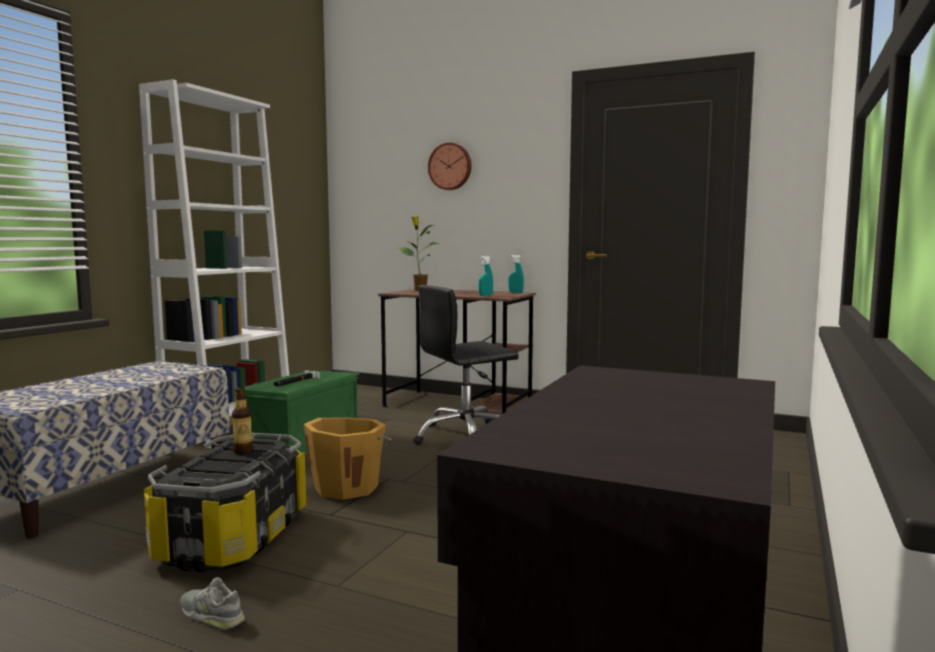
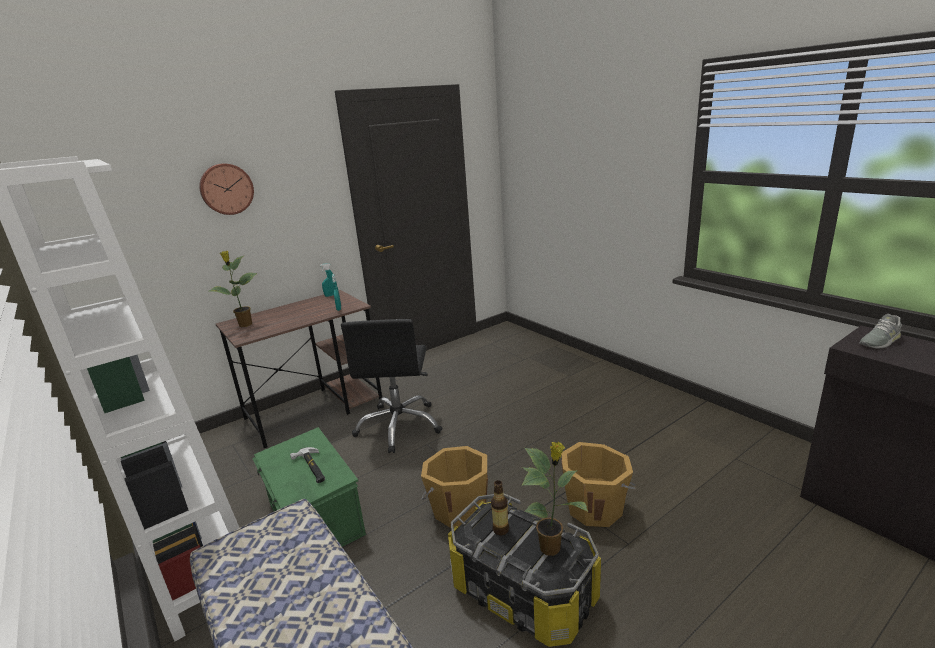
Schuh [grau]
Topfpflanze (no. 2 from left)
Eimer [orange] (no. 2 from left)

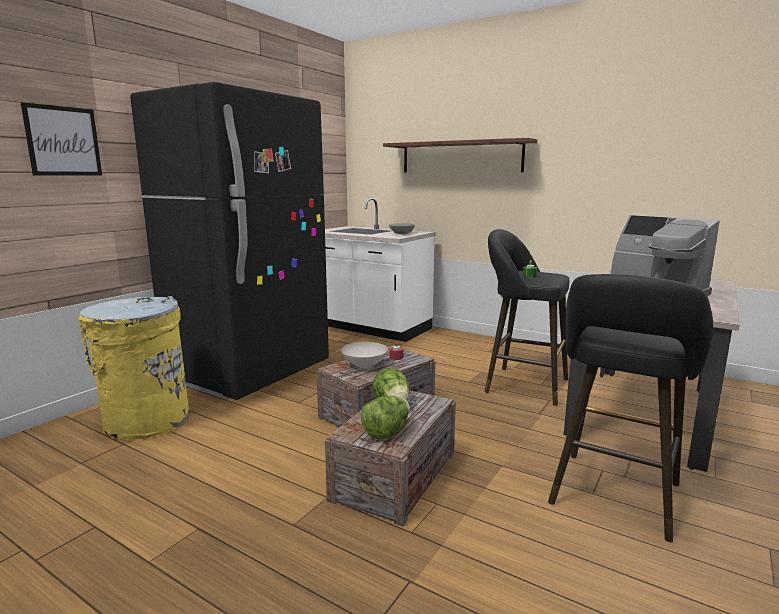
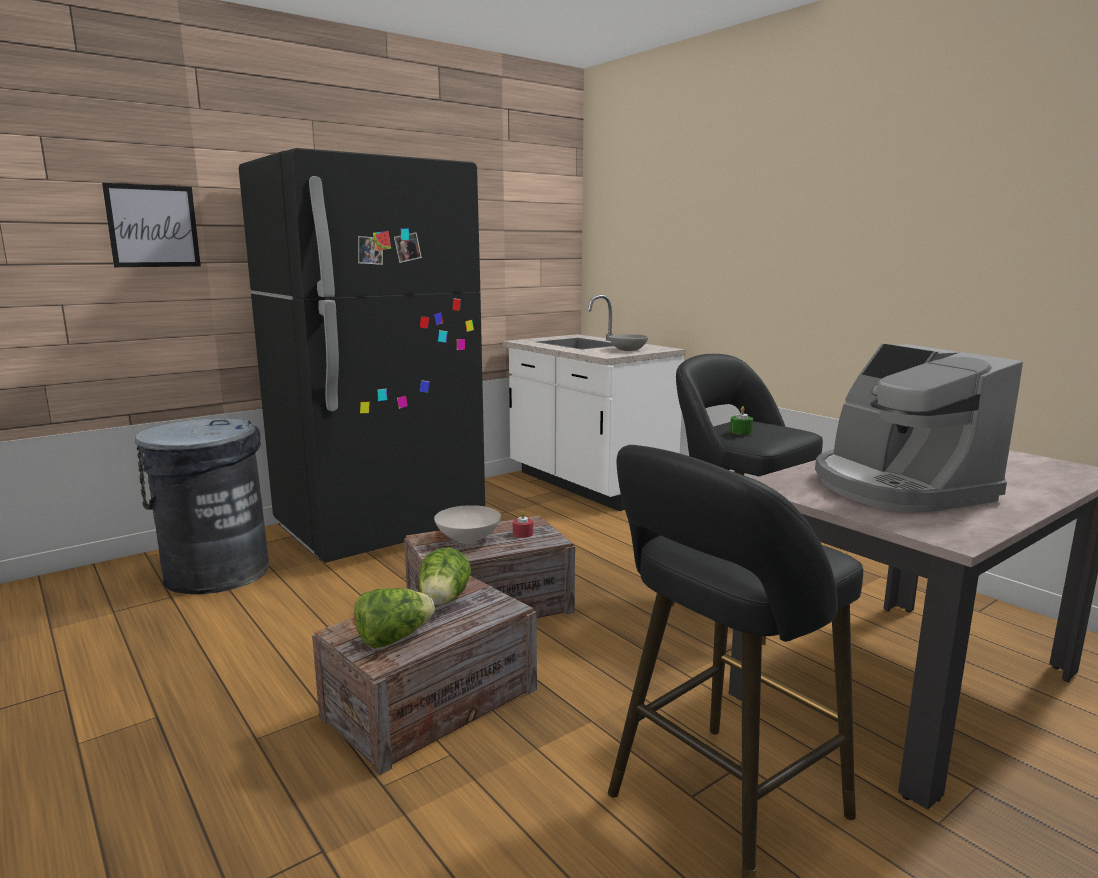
Mülleimer [grau]
Wandregal [braun]

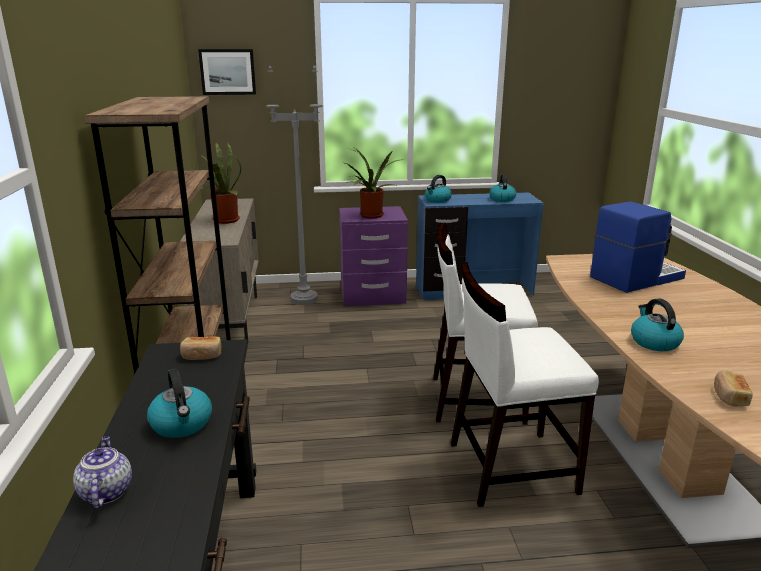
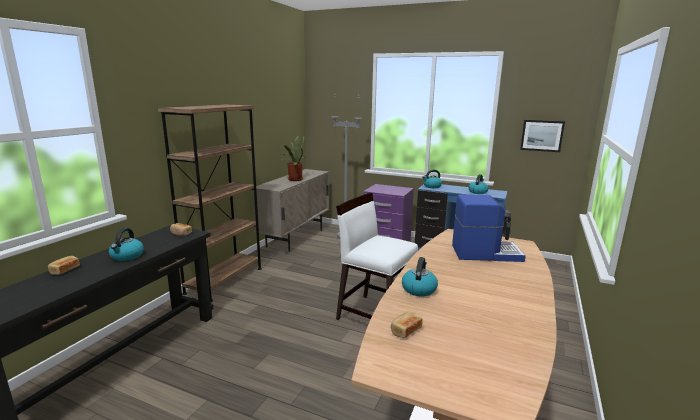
Brot (no. 1 from left)
Bild
Topfpflanze (no. 2 from left in the first image)
Stuhl [weiß] (no. 2 from left in the first image)

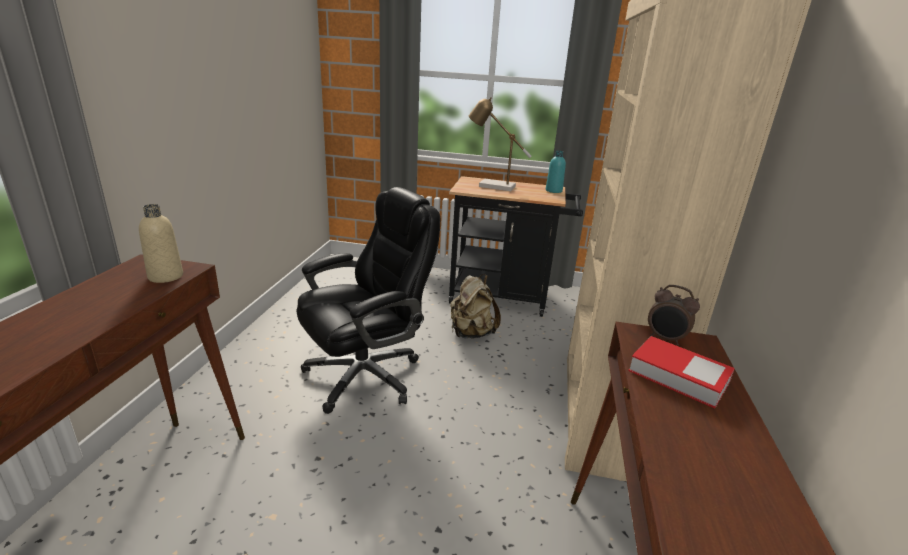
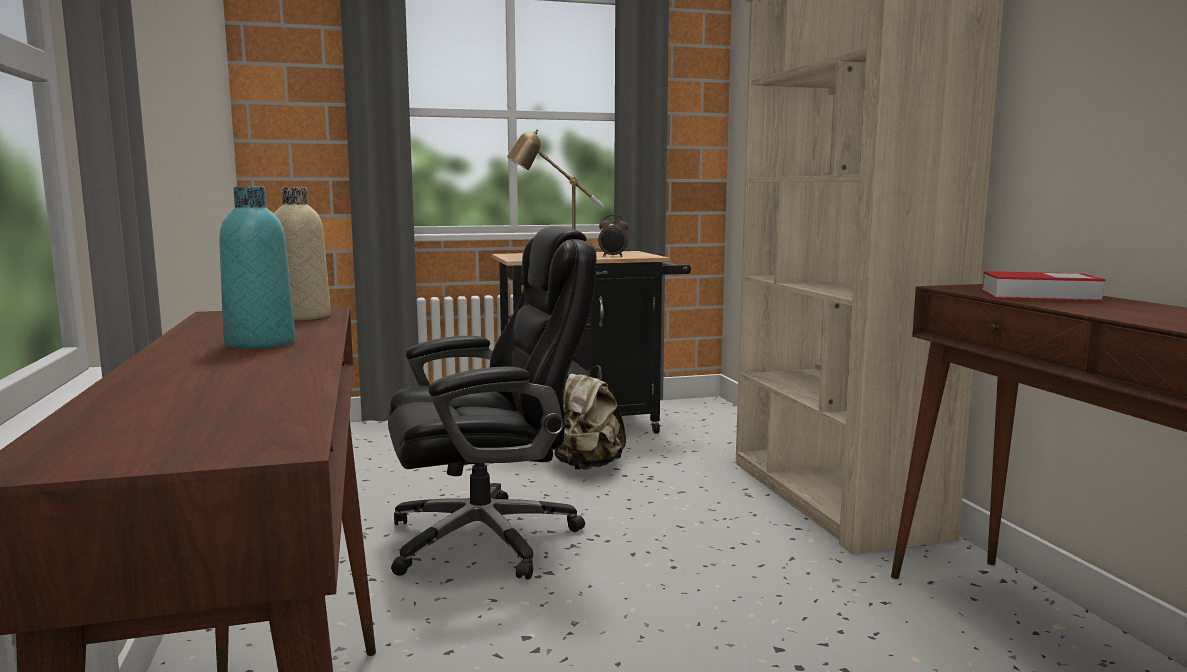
Bürostuhl [schwarz]
Flasche [türkis]
Wecker

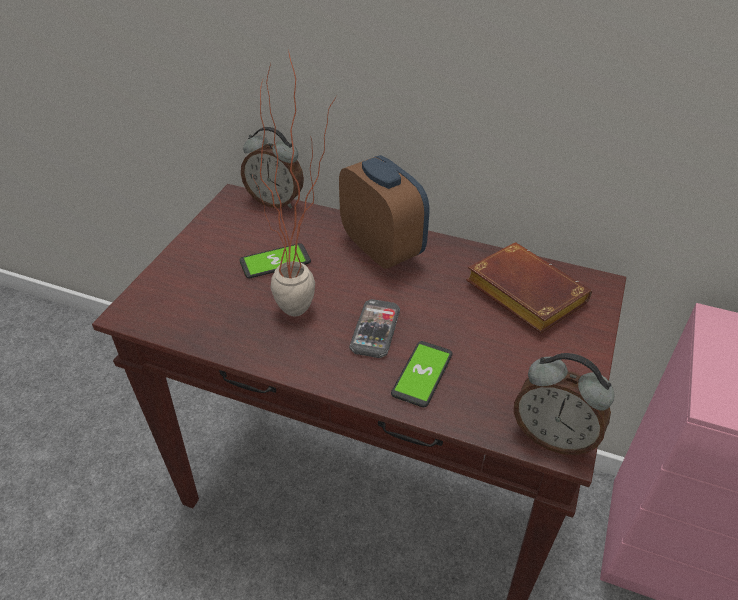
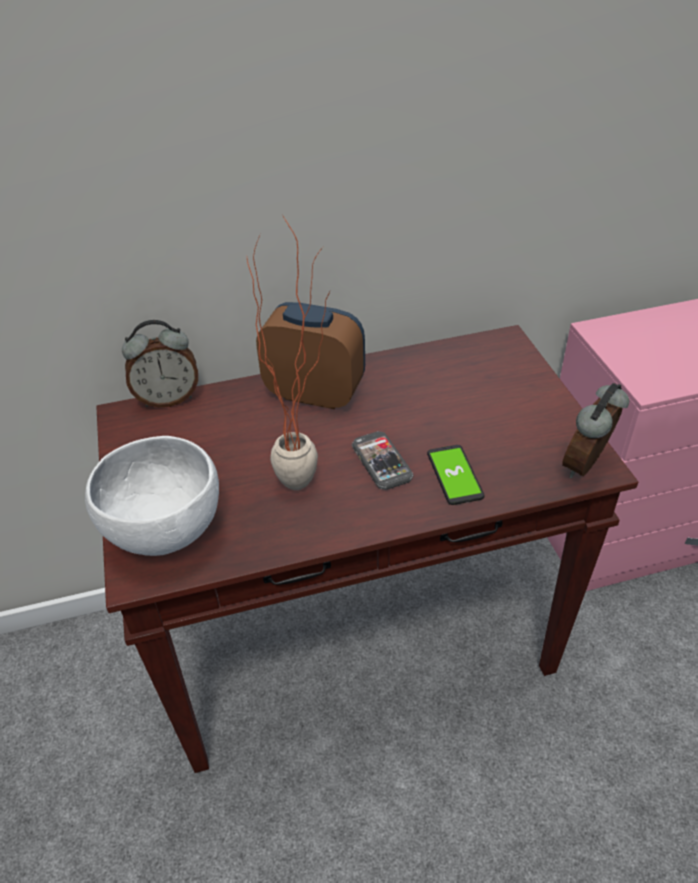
Handy (no. 1 from left in the first image)
Buch [braun]
Wecker (no. 3 from left)
Schüssel [weiß]

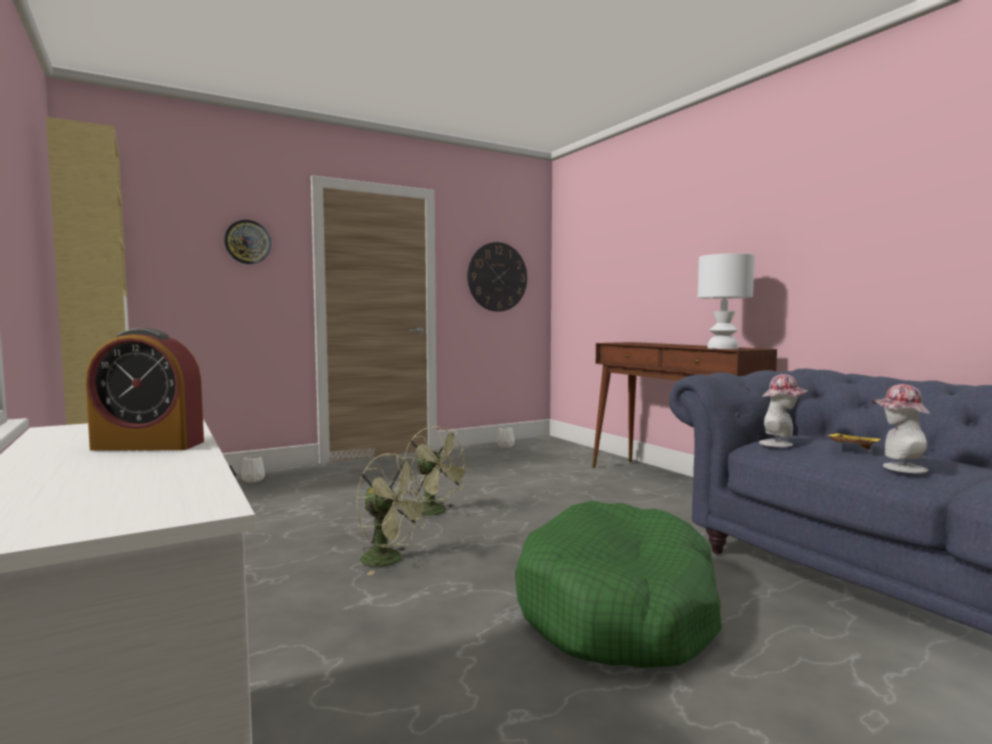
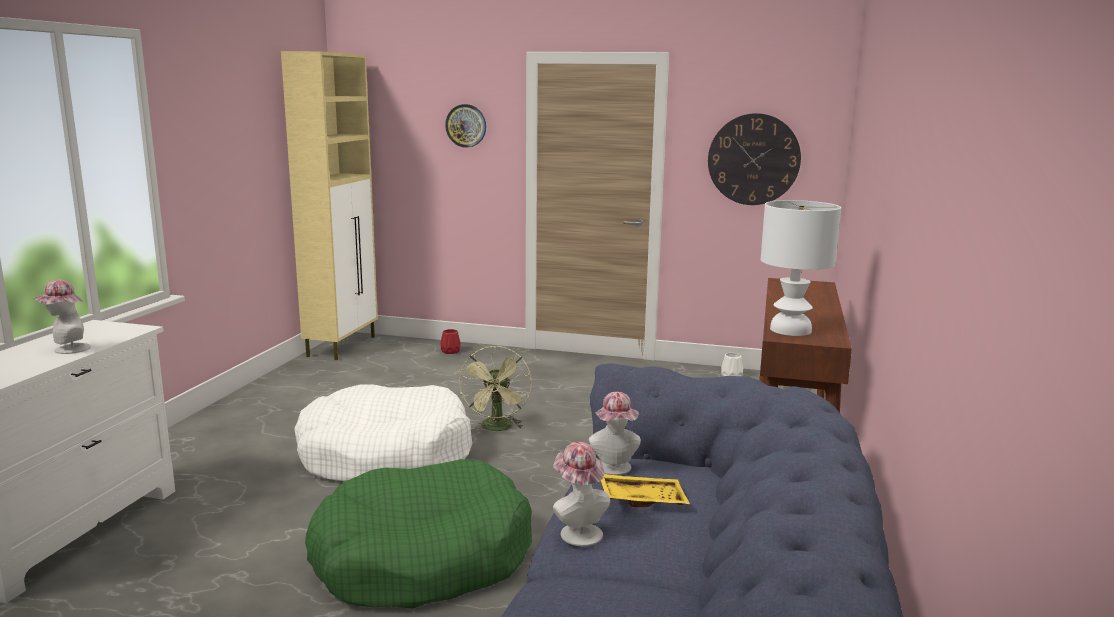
Hut (no. 1 from left)
Vase [rot]
Hundebett [weiß]

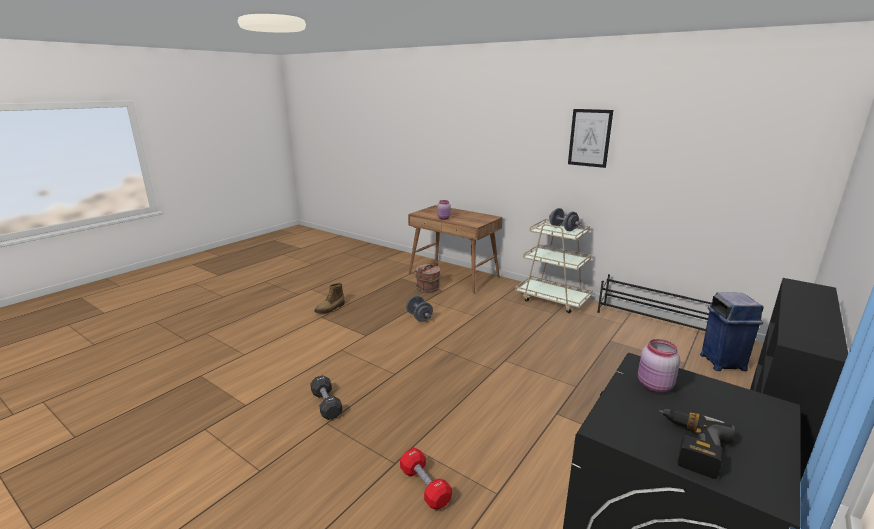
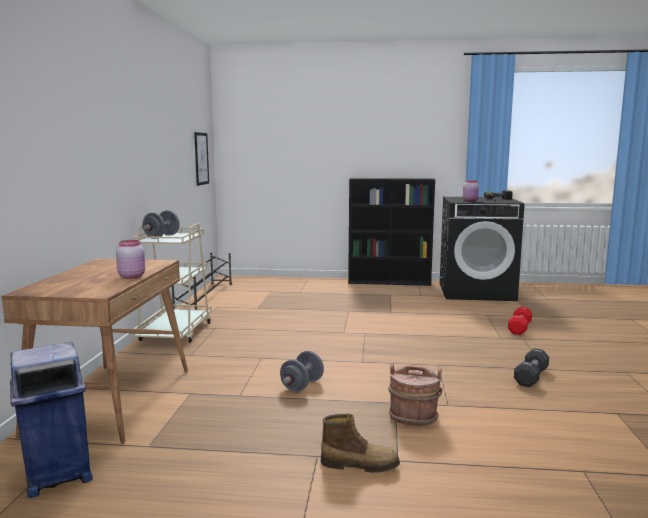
Eimer [braun]
Bild
Mülleimer [blau]

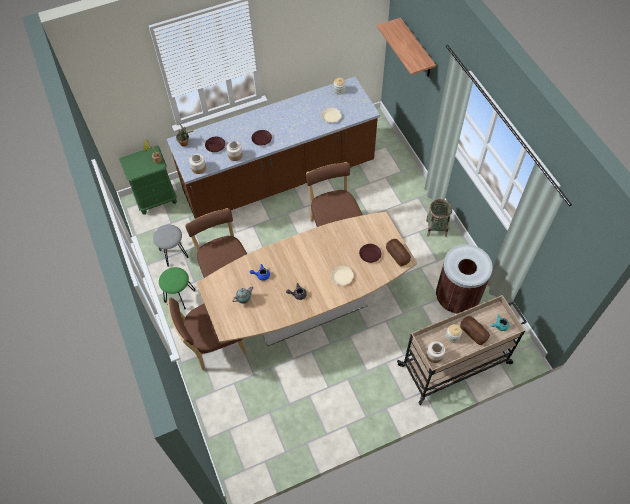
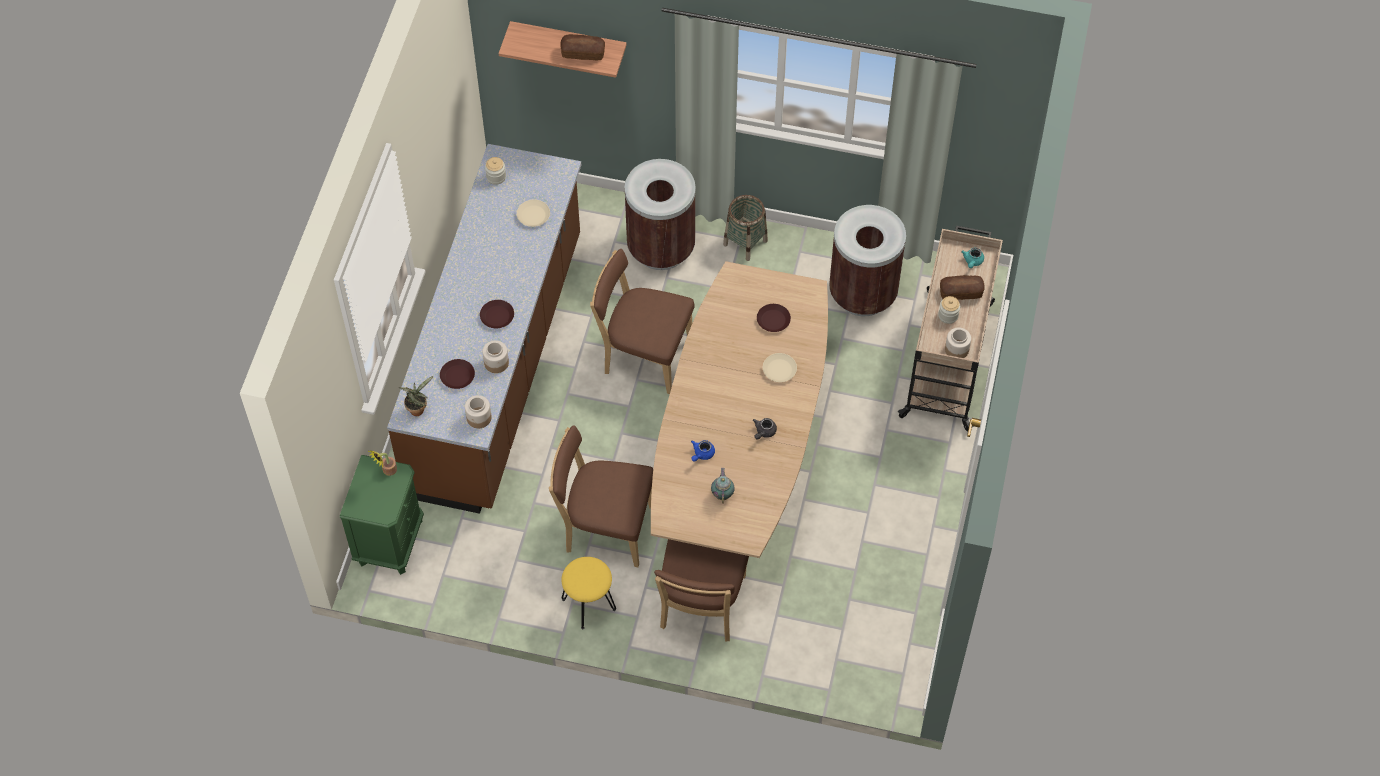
Hocker [grau]
Hocker [gelb]
Brot (no. 1 from left)
Mülleimer [braun] (no. 1 from left)

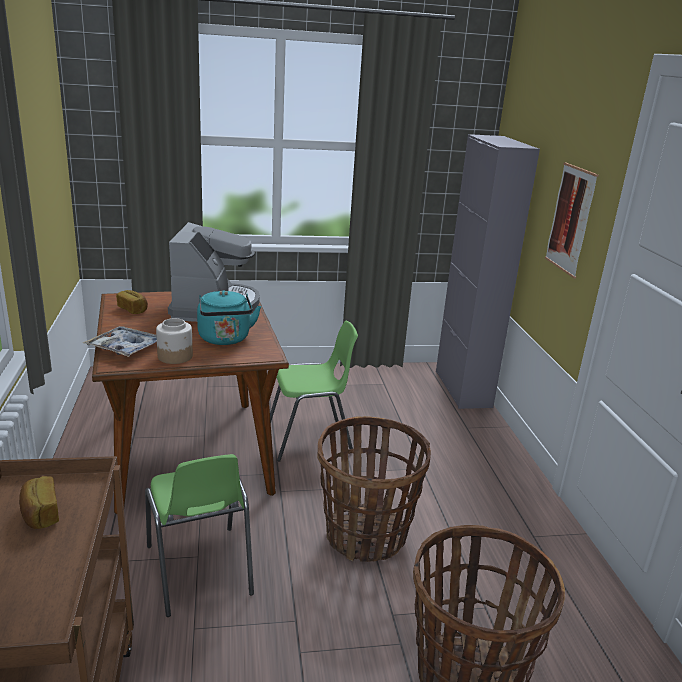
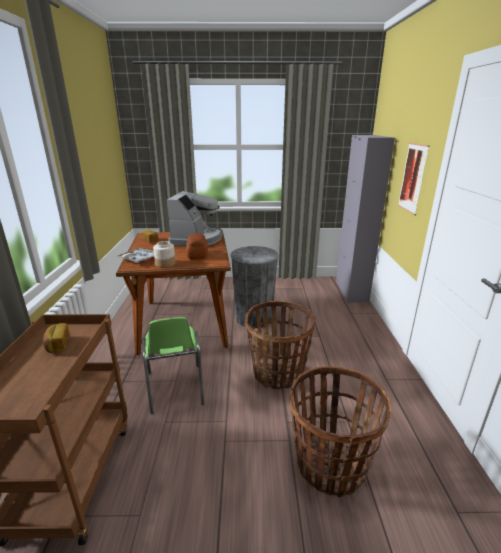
Brot (no. 3 from left)
Mülleimer [grau]

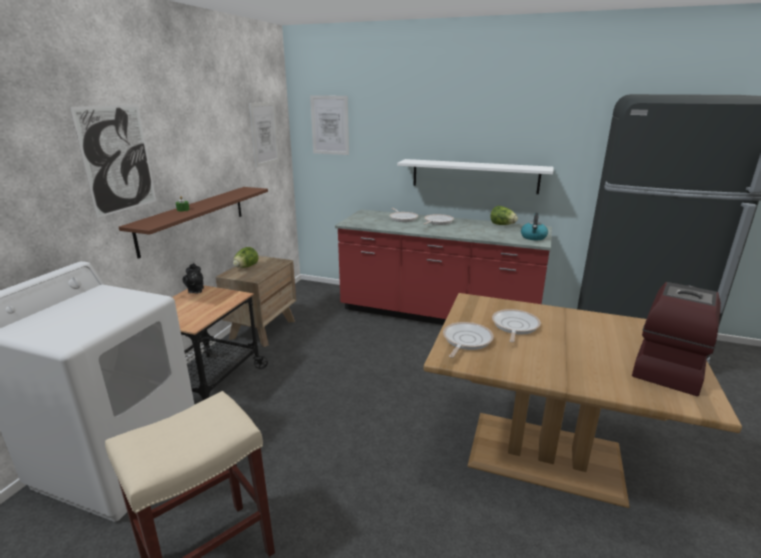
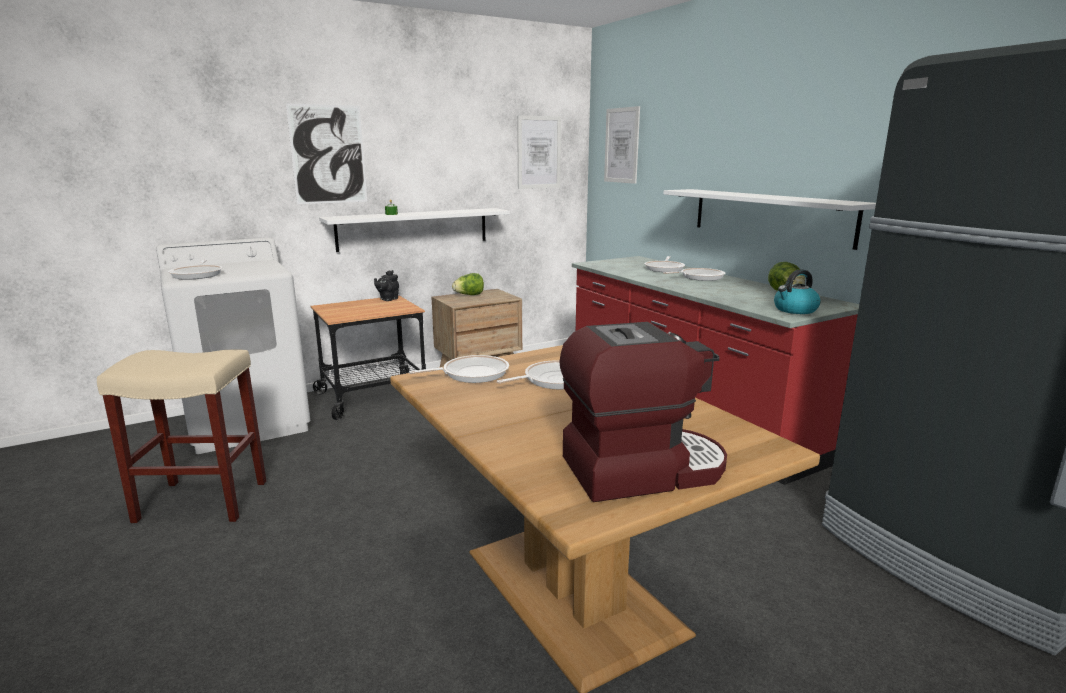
Wandregal [weiß] (no. 1 from left)
Pfanne (no. 1 from left)

